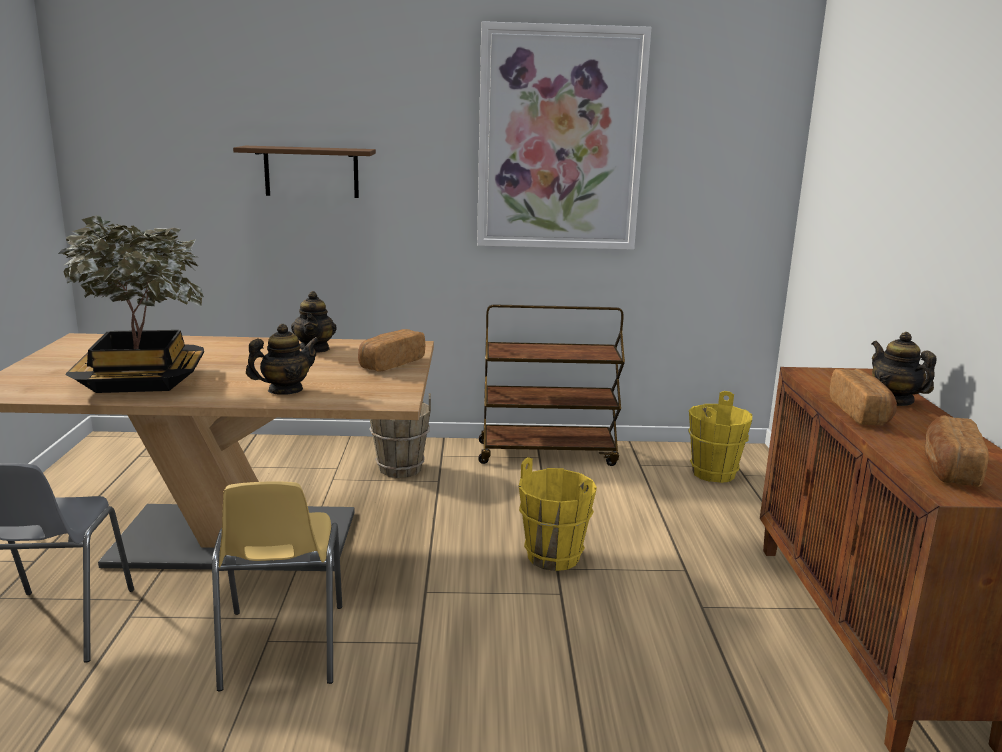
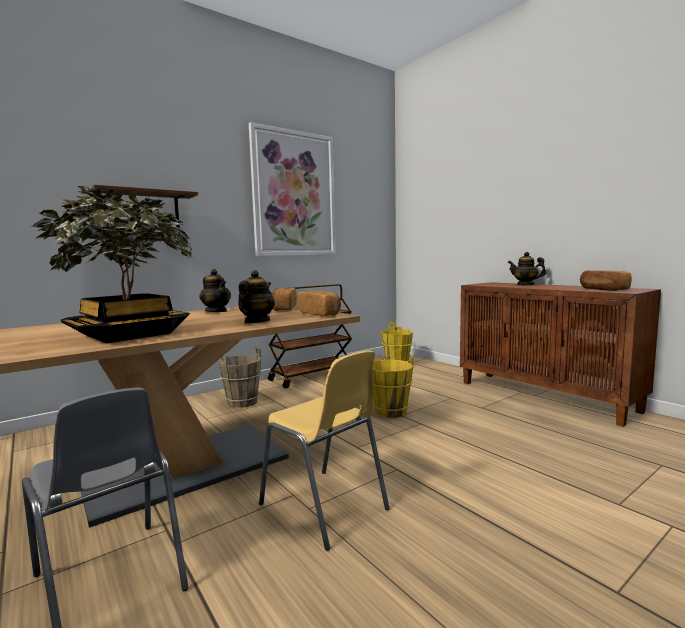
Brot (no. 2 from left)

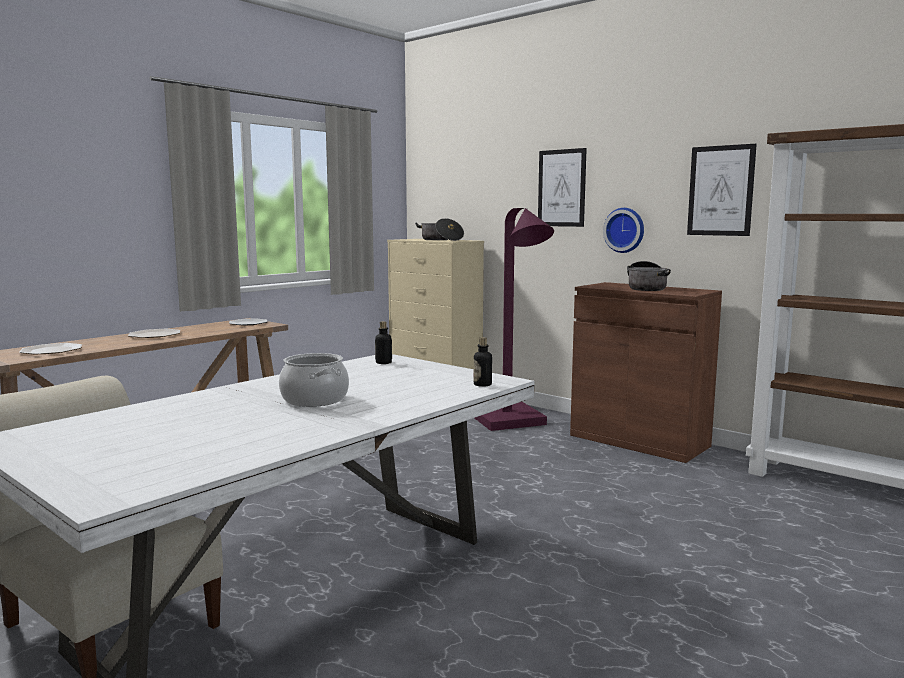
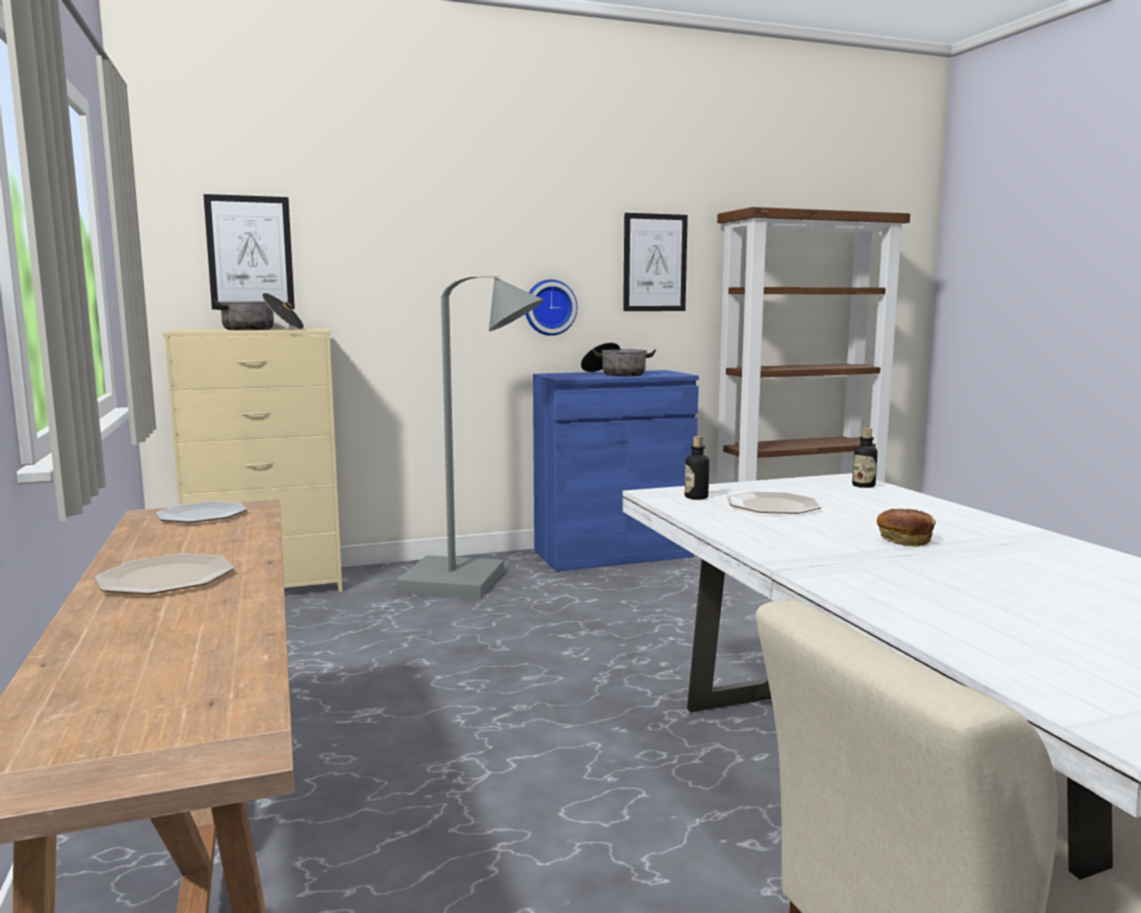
Teller (no. 3 from left)
Brot
Stehlampe [grau]
Bild (no. 1 from left)
Schrank [blau]

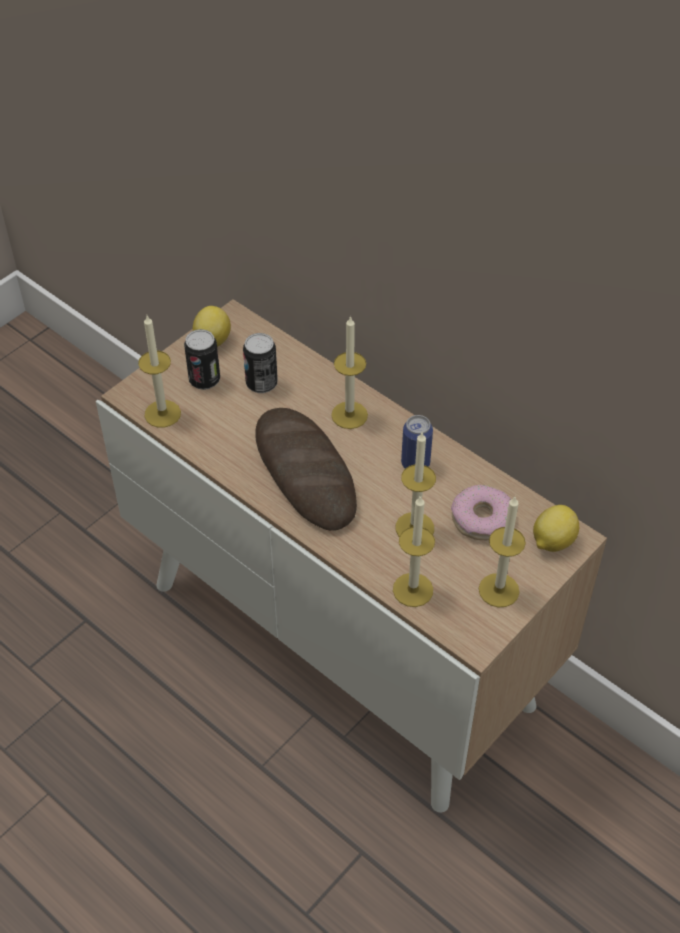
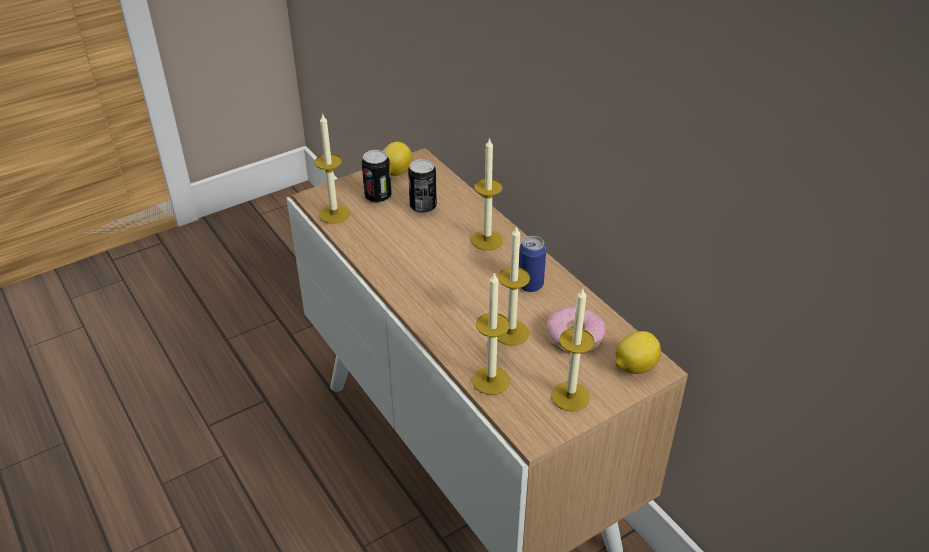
Brot

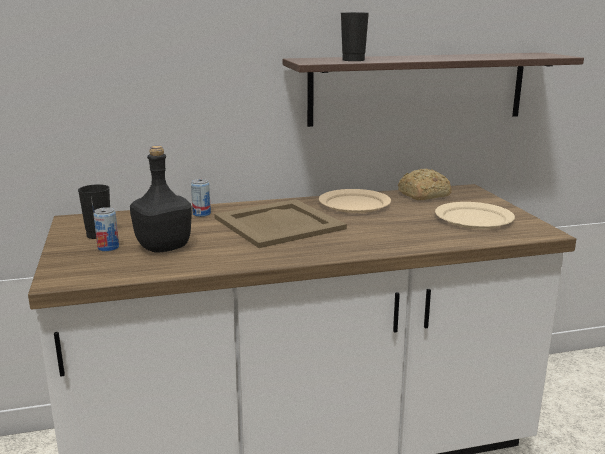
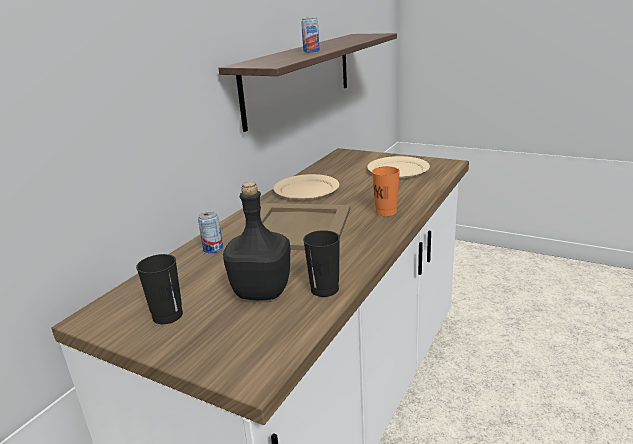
Dose (no. 2 from left)
Tasse [schwarz] (no. 2 from left)
Brot
Tasse [orange]

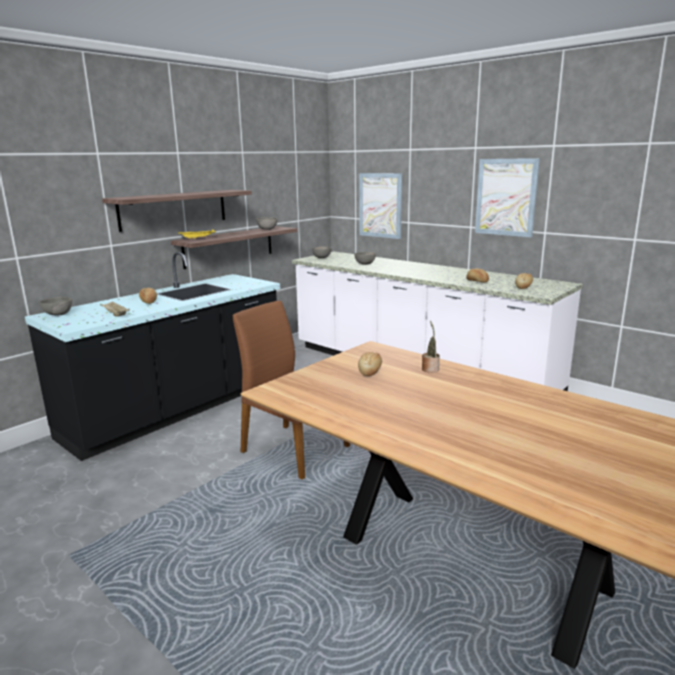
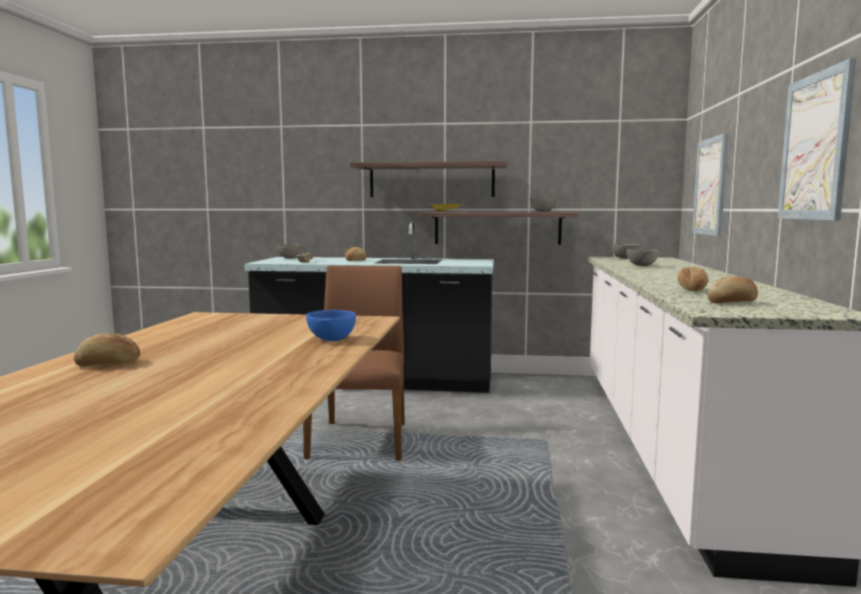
Brot (no. 1 from left)
Schüssel [blau]

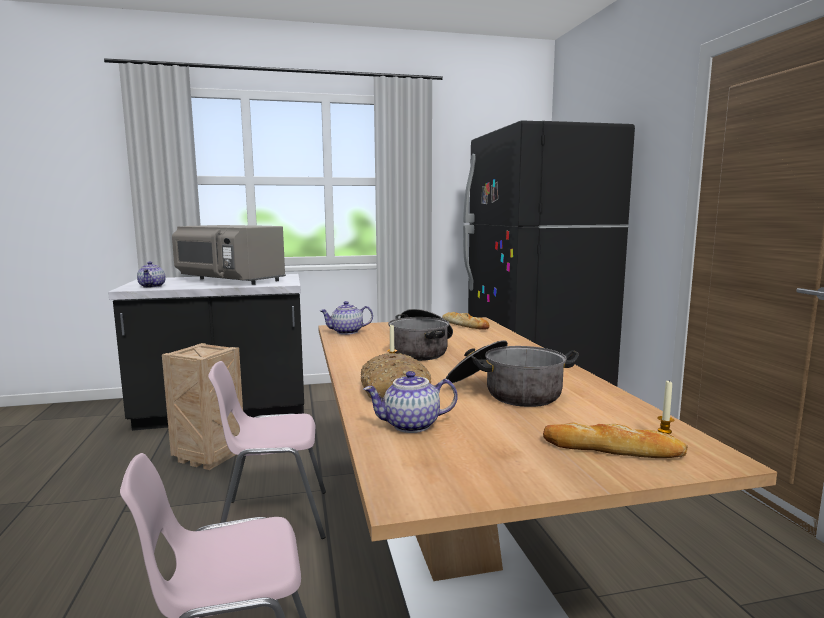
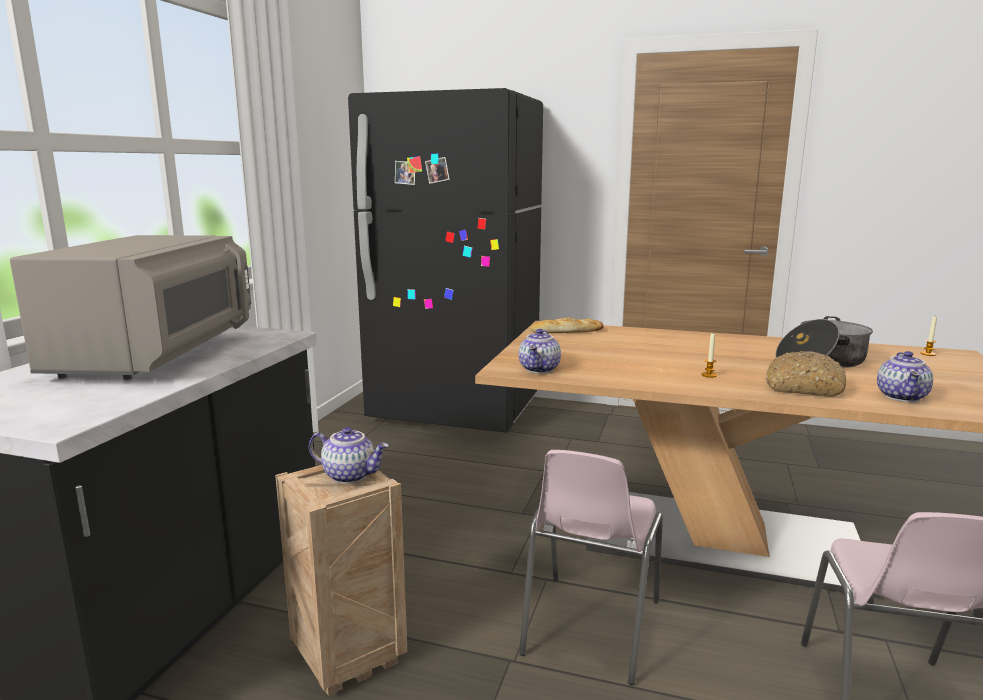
Teekanne (no. 1 from left)
Mikrowelle [grau]
Kochtopf (no. 1 from left in the first image)
Brot (no. 3 from left in the first image)

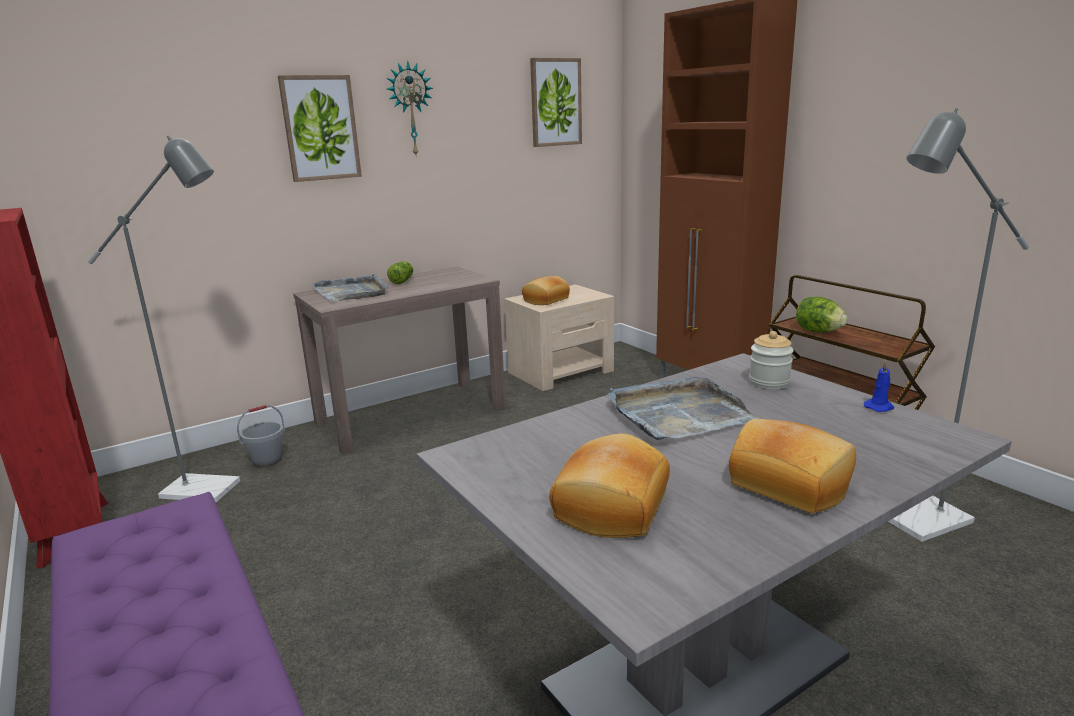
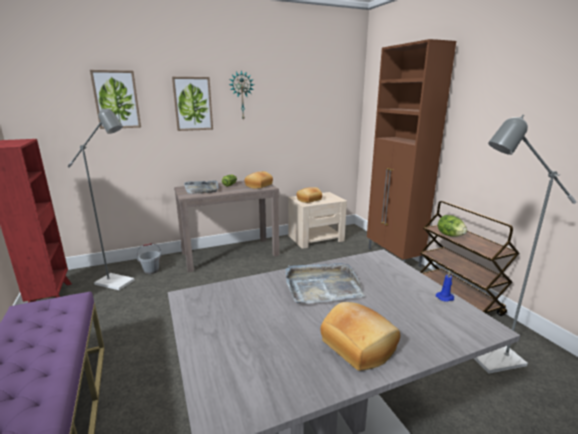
Bild (no. 1 from left)
Brot (no. 1 from left)
Vorratsglas

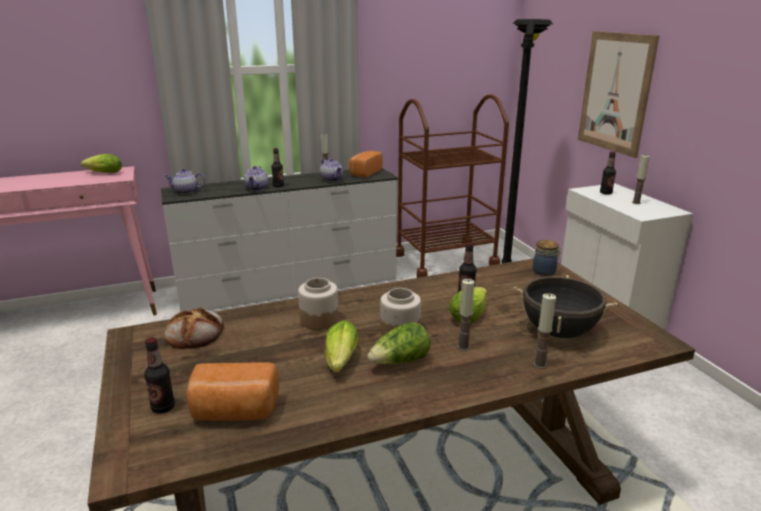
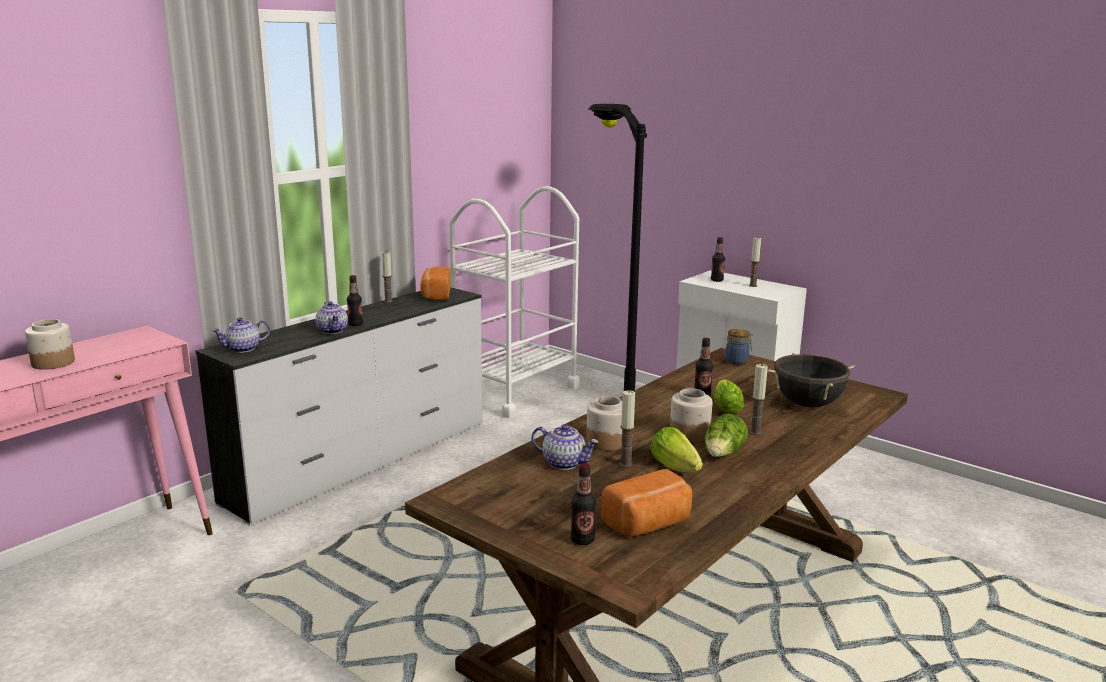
Salatkopf (no. 1 from left in the first image)
Brot (no. 1 from left in the first image)
Teekanne (no. 3 from left)
Rollwagen [weiß]
Kerze (no. 2 from left)
Bild
Vorratsglas (no. 1 from left)

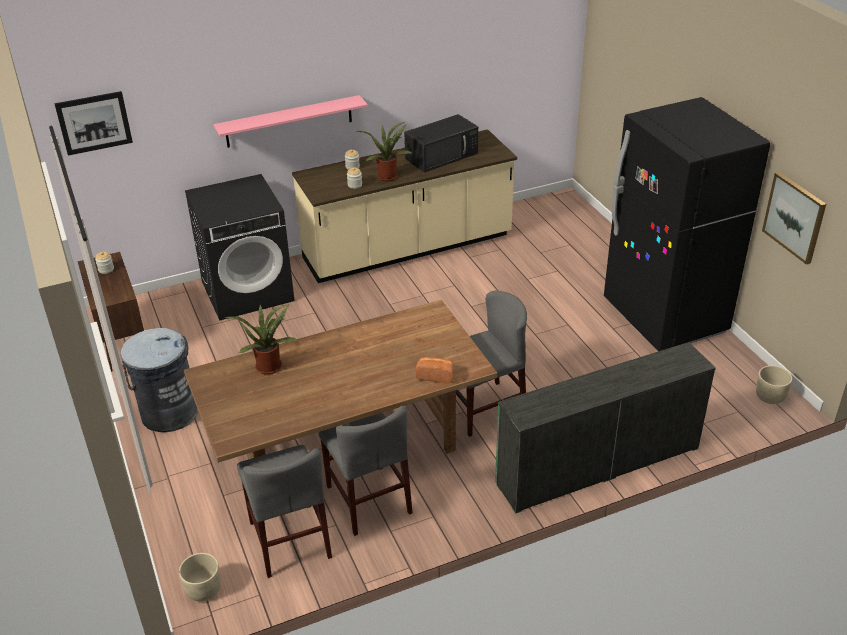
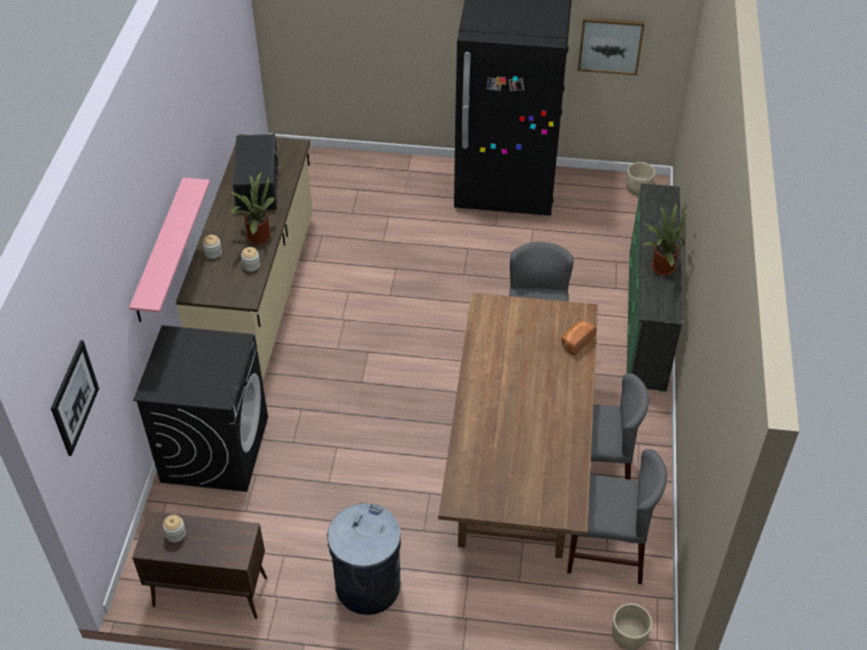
Topfpflanze (no. 2 from left)

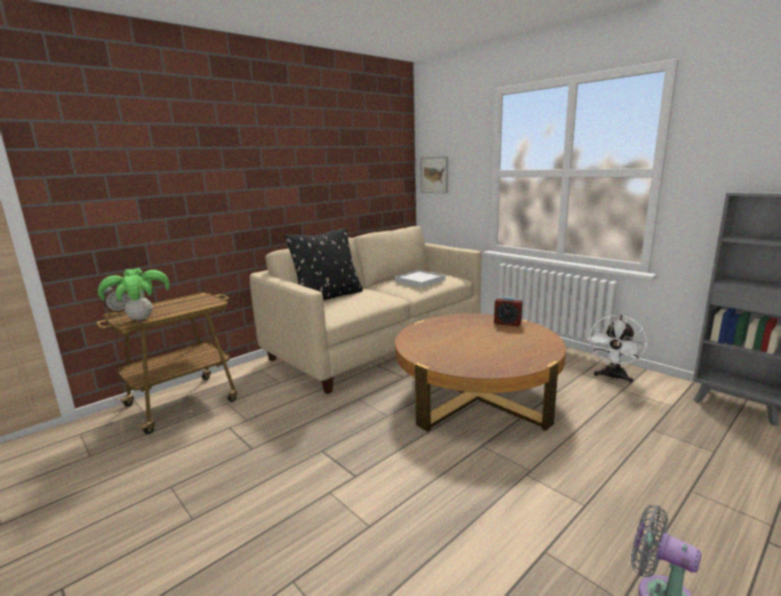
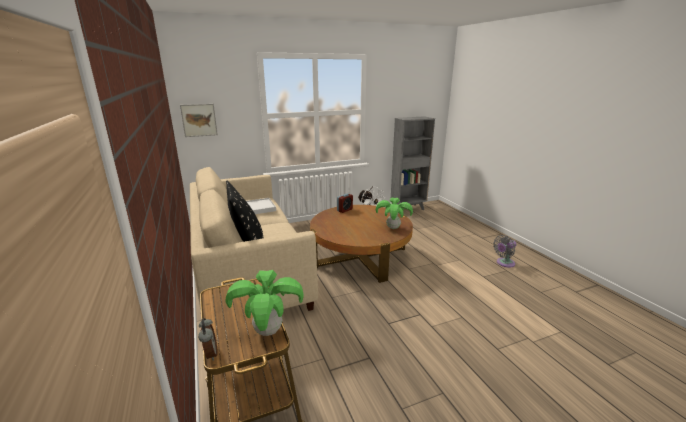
Topfpflanze (no. 2 from left)

